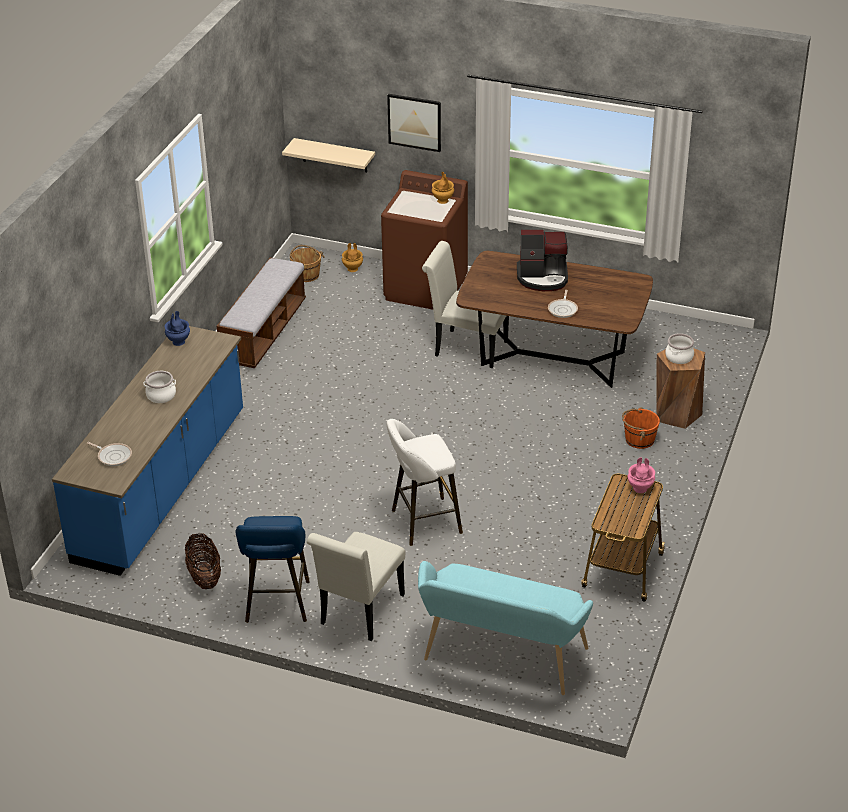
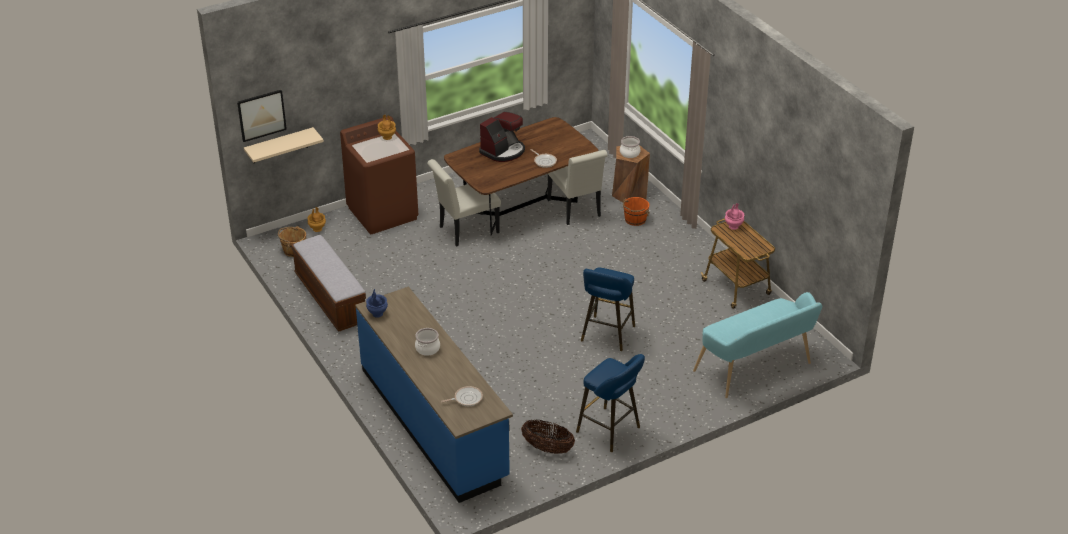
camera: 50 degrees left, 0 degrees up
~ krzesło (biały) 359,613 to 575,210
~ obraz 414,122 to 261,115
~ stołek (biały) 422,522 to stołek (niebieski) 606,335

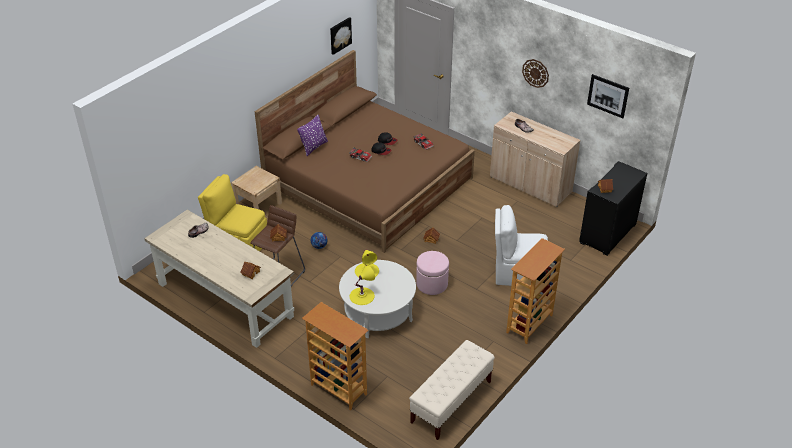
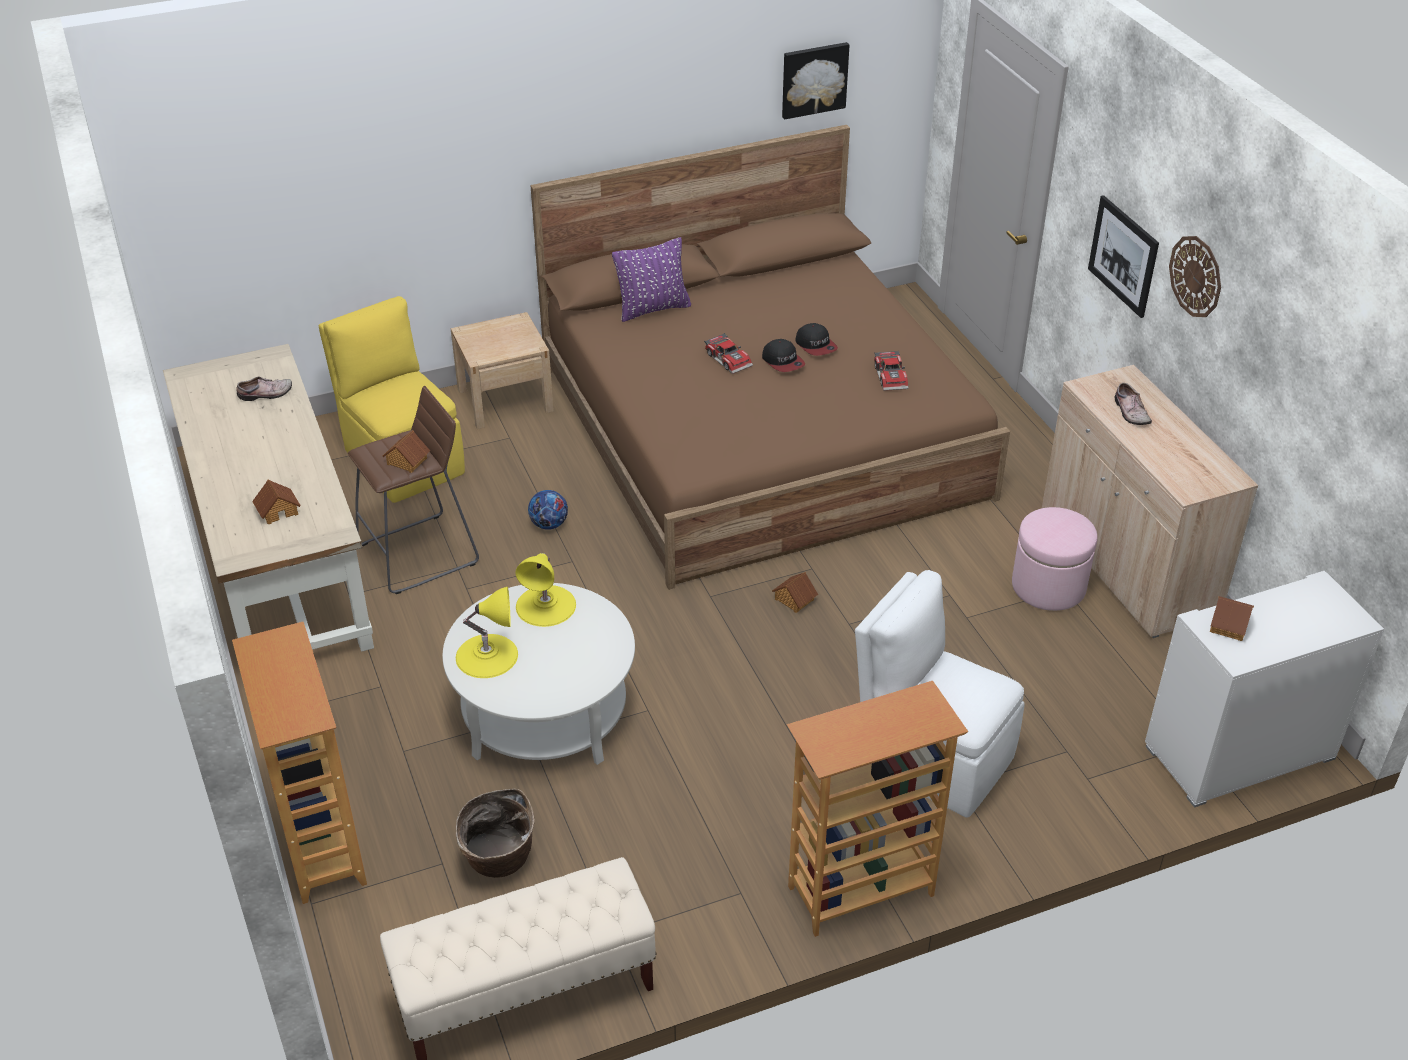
camera: 30 degrees right, 0 degrees up
~ pufa (różowy) 432,284 to 1048,586
~ komoda (czarny) 608,233 to komoda (biały) 1240,753
~ obraz 608,96 to 1123,256
+ koszyk 499,860

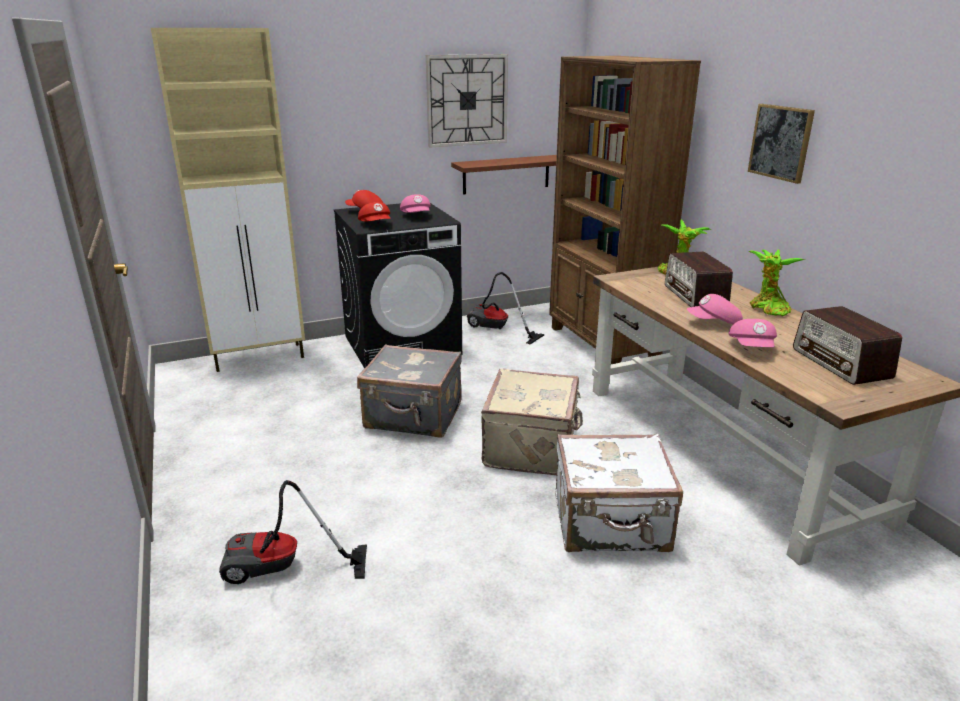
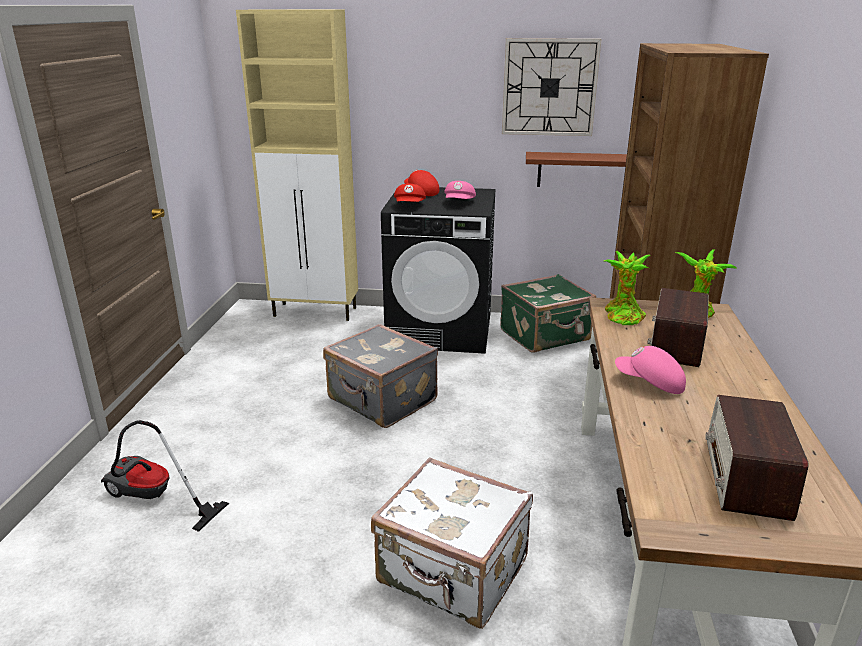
camera: 30 degrees right, 0 degrees up
~ odkurzacz 496,330 to walizka (zielony) 546,336
- walizka (beżowy) 532,447
- czapka z daszkiem (różowy) 752,348
- obraz 781,142
~ roślina doniczkowa 767,309 to 622,316

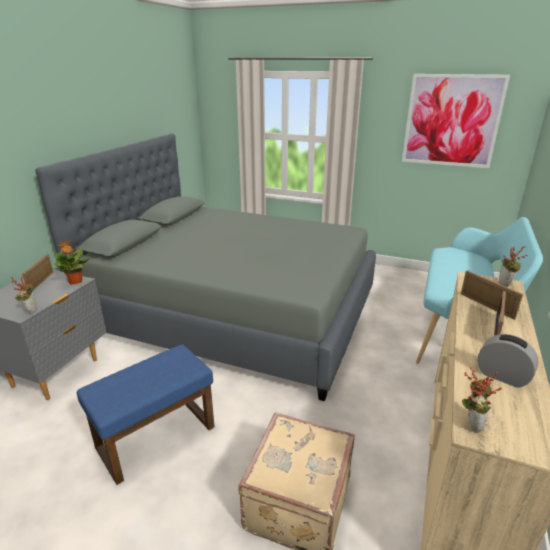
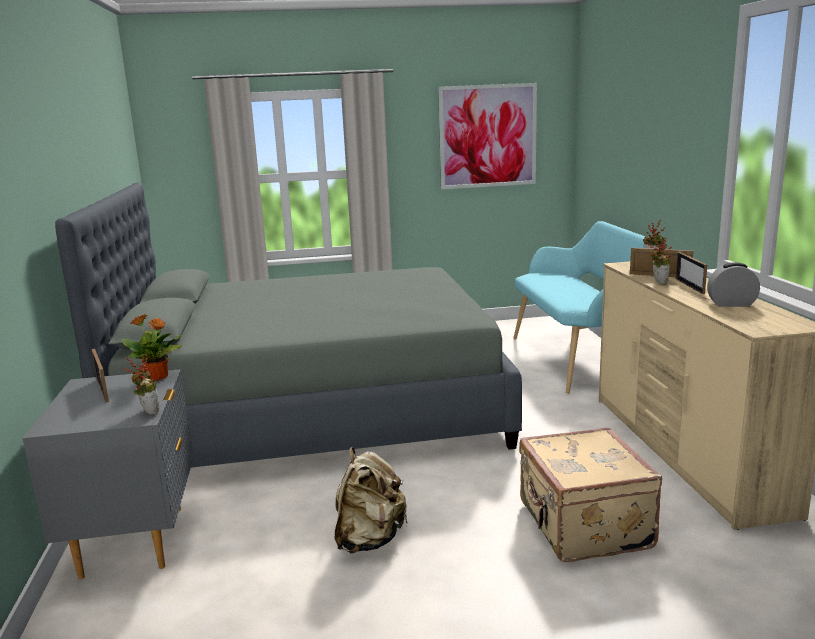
camera: 30 degrees left, 10 degrees down
~ pufa (niebieski) 157,436 to plecak (beżowy) 369,539
~ roślina doniczkowa 471,423 to 658,282

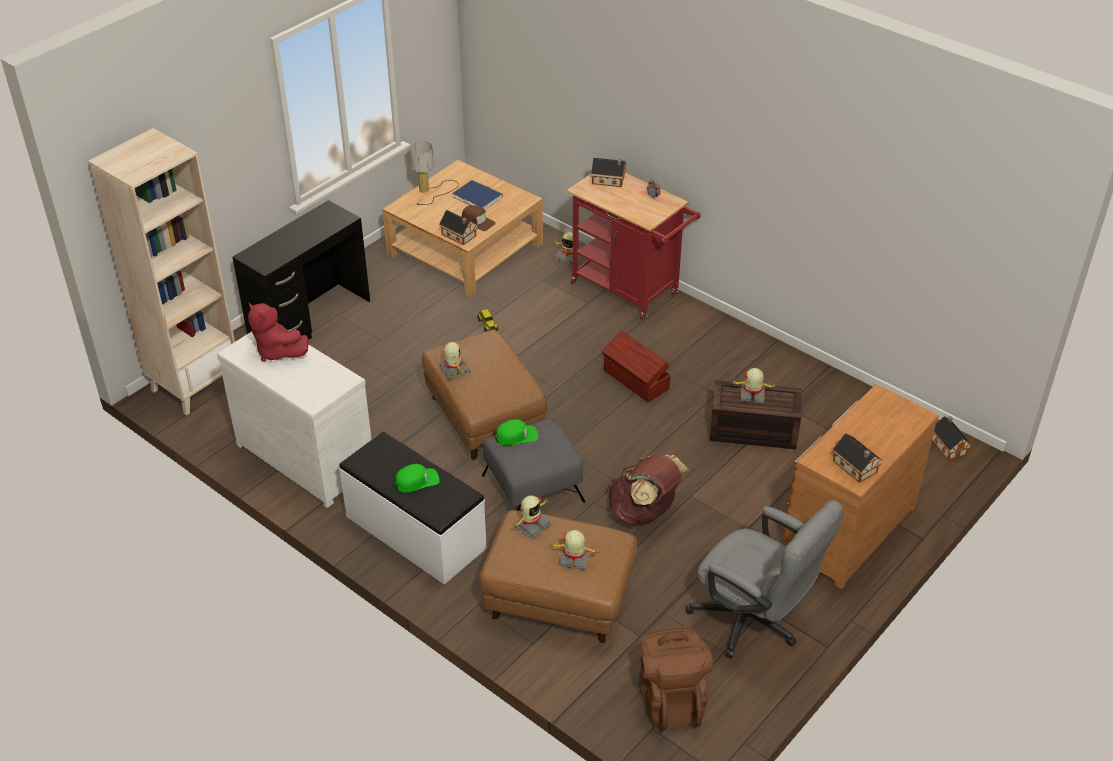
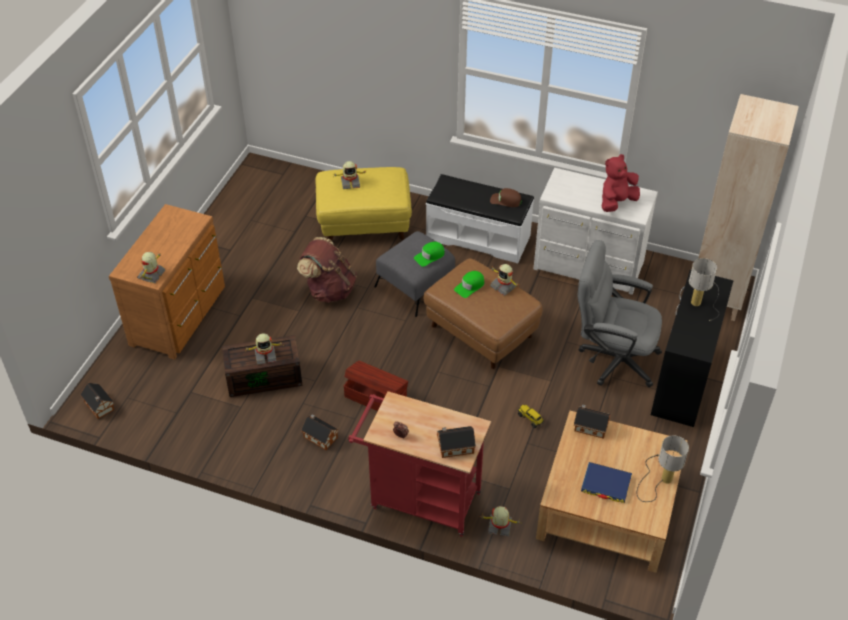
camera: 160 degrees right, 5 degrees up
~ pluszak (czerwony) 277,351 = 616,202 60 degrees counterclockwise
~ czapka z daszkiem (zielony) 416,481 to 470,286
~ czapka z daszkiem (brązowy) 477,221 to 505,201
~ pufa (brązowy) 558,600 to pufa (żółty) 364,222
~ robot zabawkowy 531,525 to 152,275
- plecak (brązowy) 671,698
~ krzesło biurowe (szary) 754,622 to 611,358
~ domek 856,468 to 319,436
+ lampa stołowa 702,301

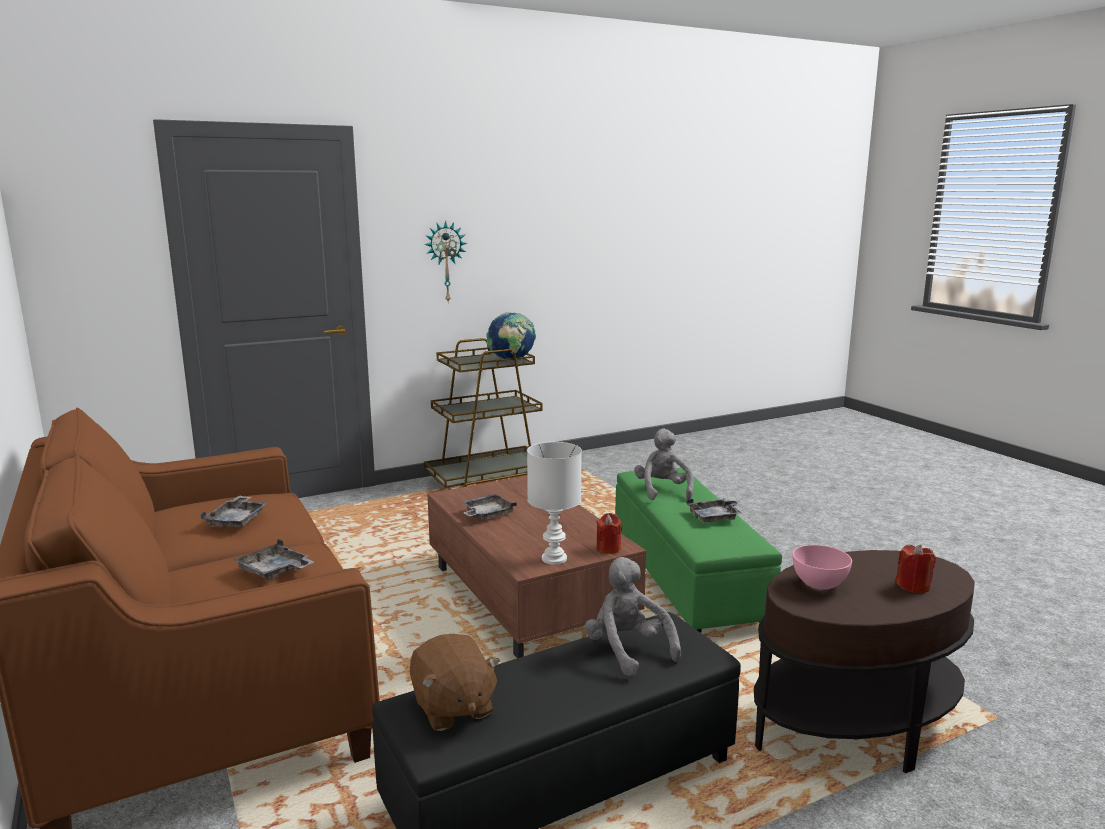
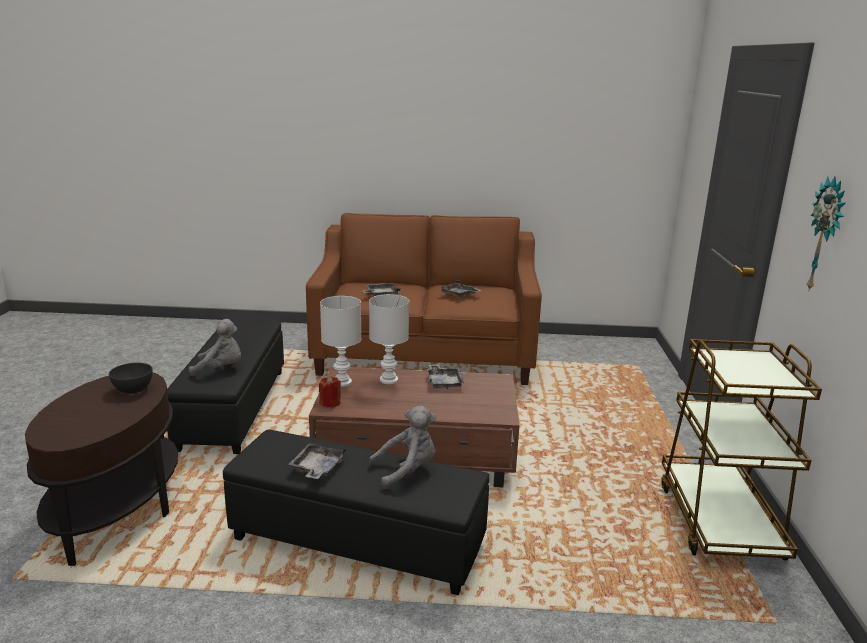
camera: 120 degrees right, 5 degrees up
- pluszak (brązowy) 452,708
- globus 511,361
~ pufa (zielony) 684,580 to pufa (czarny) 358,541
~ pluszak (szary) 662,491 = 407,471 45 degrees counterclockwise
~ miska (różowy) 819,584 to miska (szary) 133,390
- świeca (czerwony) 913,586
+ lampa stołowa (biały) 389,380

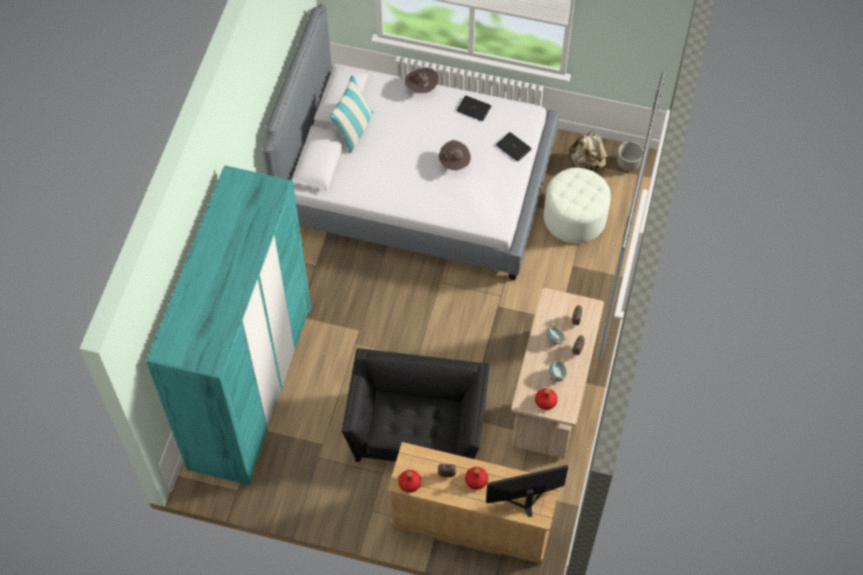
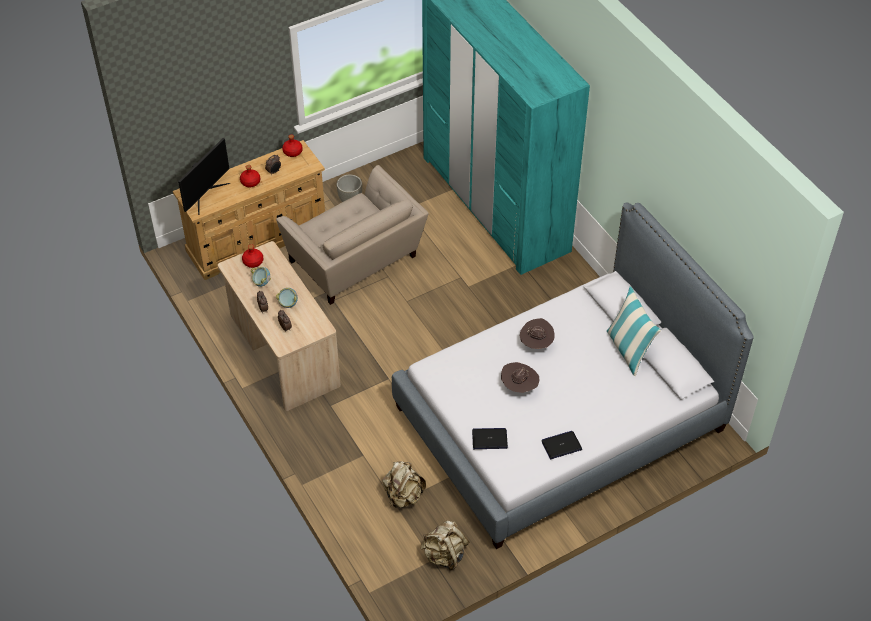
camera: 135 degrees right, 10 degrees down
~ fotel (czarny) 417,428 to fotel (beżowy) 354,261
~ kapelusz (brązowy) 421,88 to 536,343
~ pufa (biały) 574,217 to plecak (beżowy) 403,496
~ donica (szary) 628,165 to 350,199

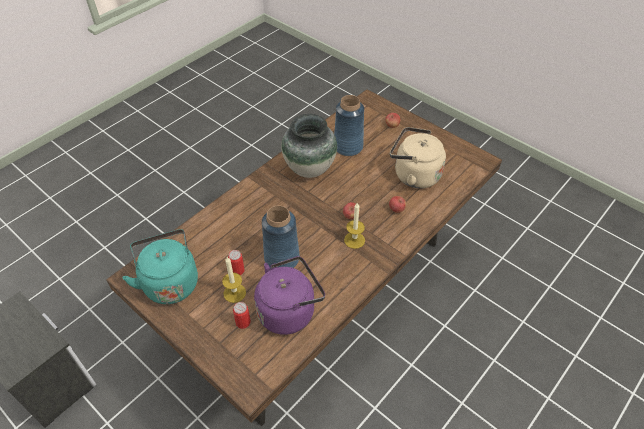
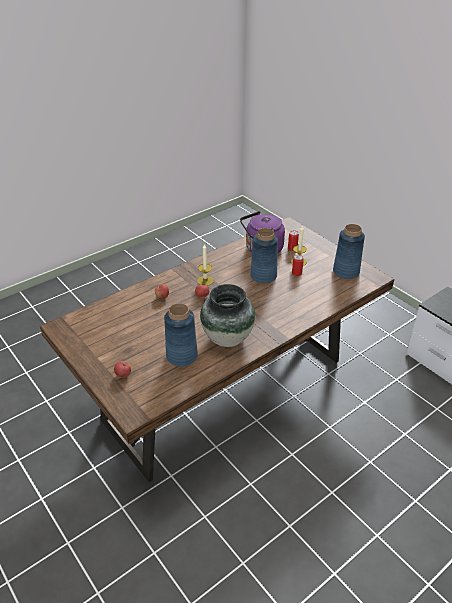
camera: 170 degrees left, 10 degrees down
~ czajnik (turkusowy) 170,282 to wazon (niebieski) 346,272
- czajnik (beżowy) 413,175

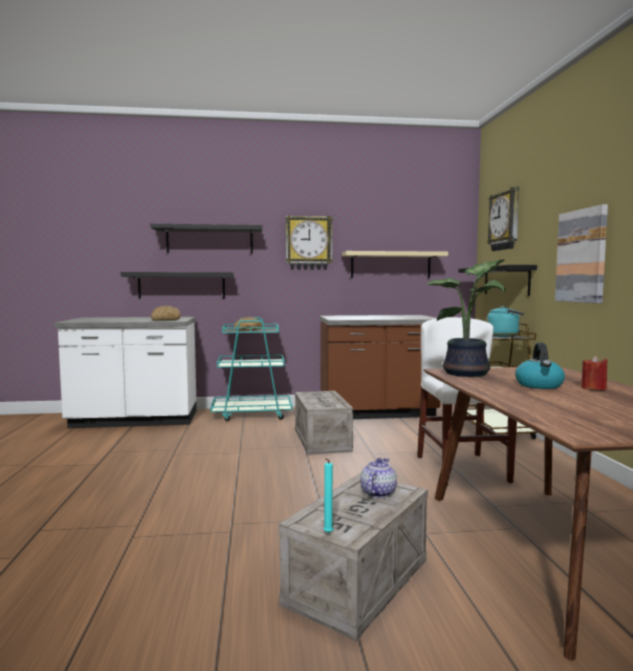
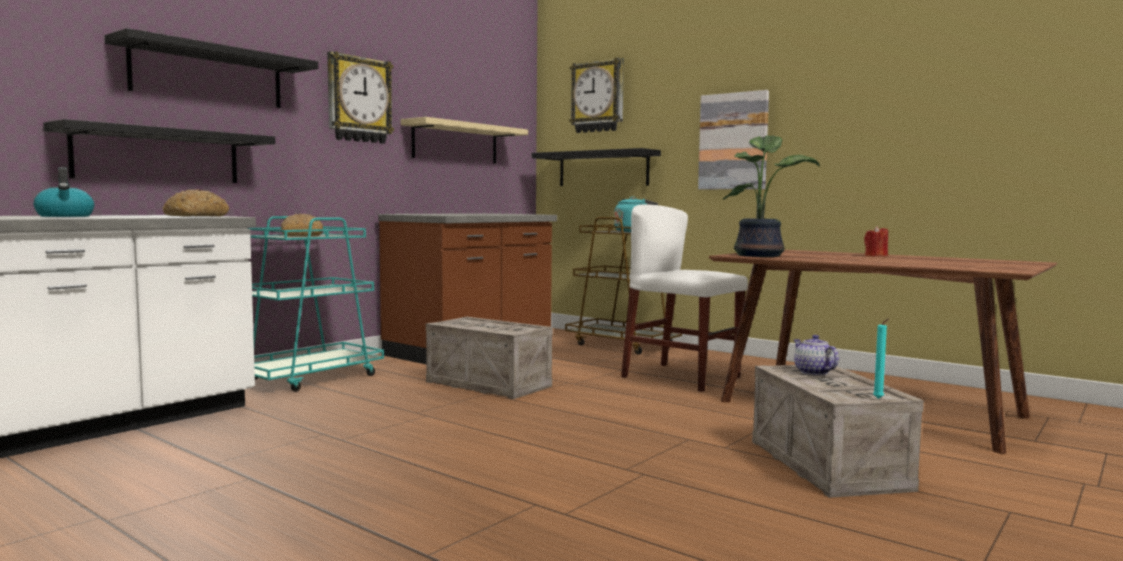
camera: 45 degrees left, 0 degrees up
~ czajnik 539,385 to 65,216

